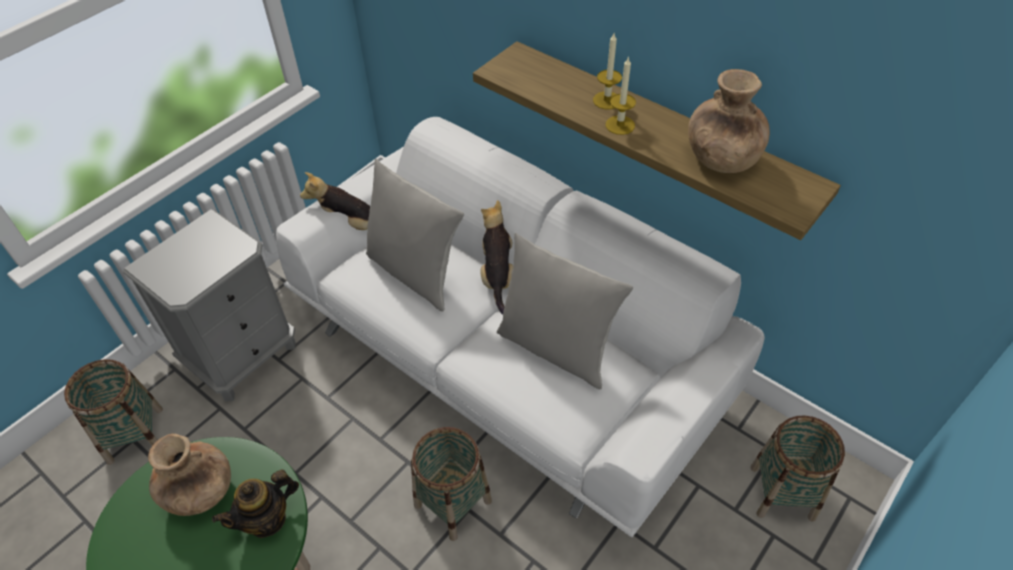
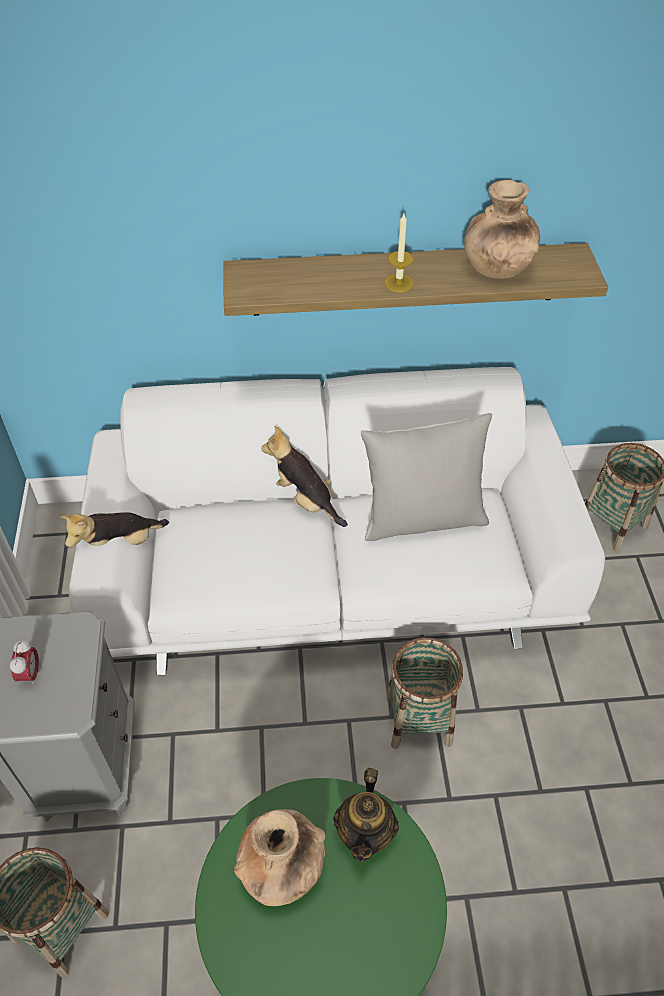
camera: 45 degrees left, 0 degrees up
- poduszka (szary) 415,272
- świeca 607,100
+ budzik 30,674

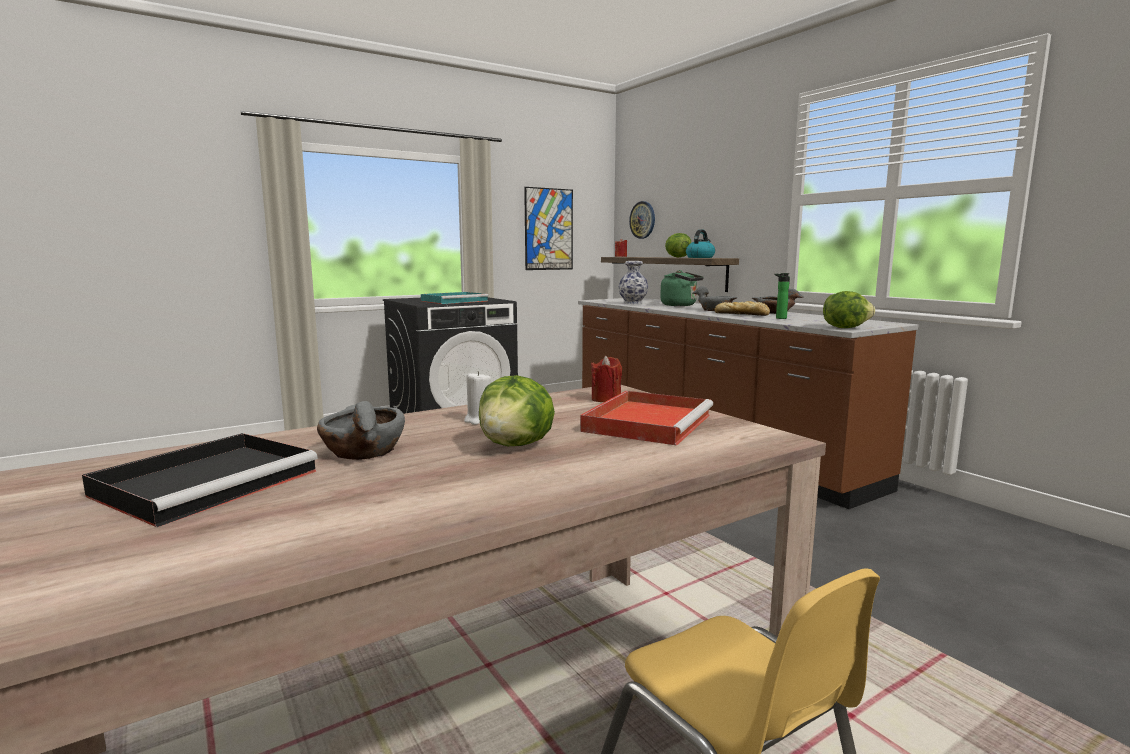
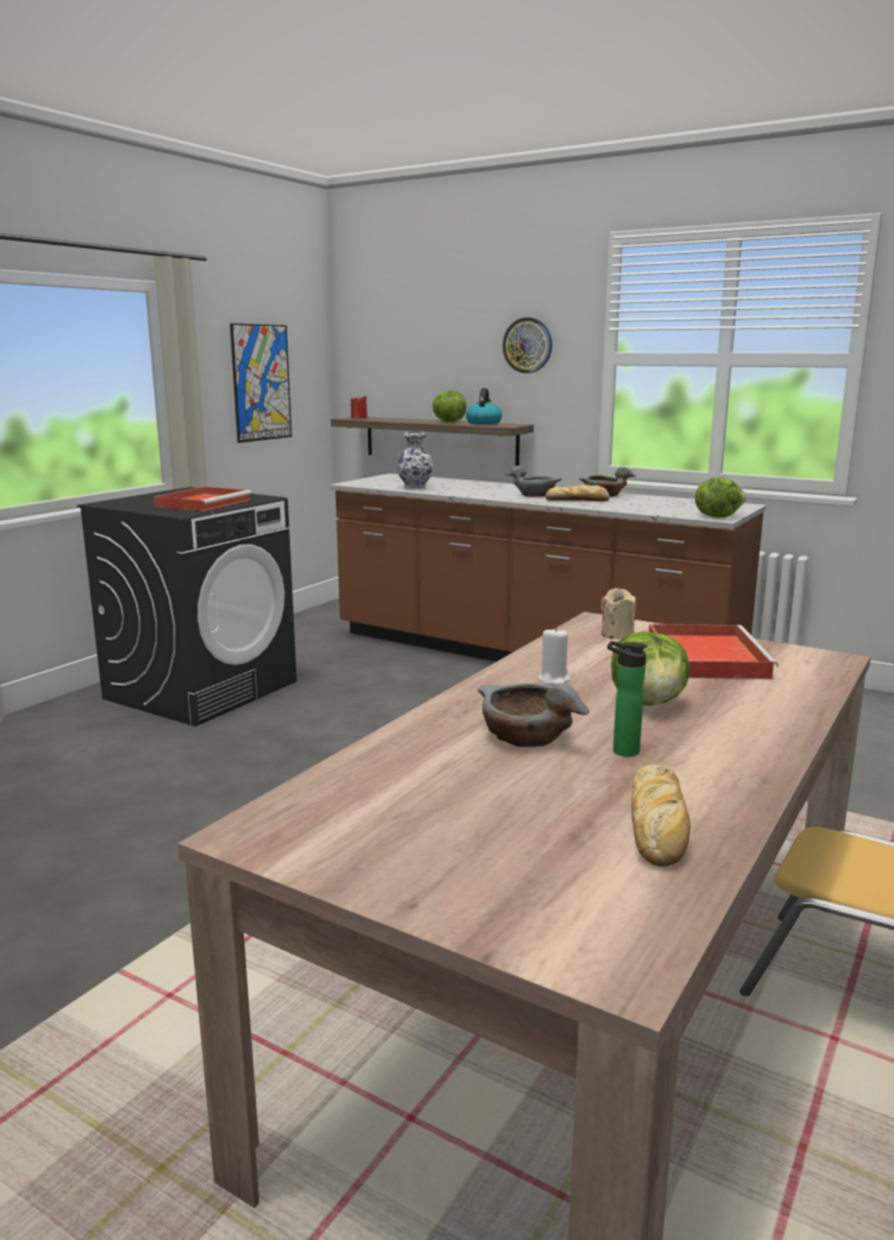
camera: 25 degrees left, 5 degrees up
- taca (czarny) 210,482
~ taca (turkusowy) 455,301 to taca (czerwony) 204,503
~ świeca (czerwony) 606,399 to świeca (beżowy) 617,634
~ zegar ścienny 642,220 to 527,345
- czajnik (zielony) 681,305
~ butelka 779,318 to 621,750
+ chleb 658,826

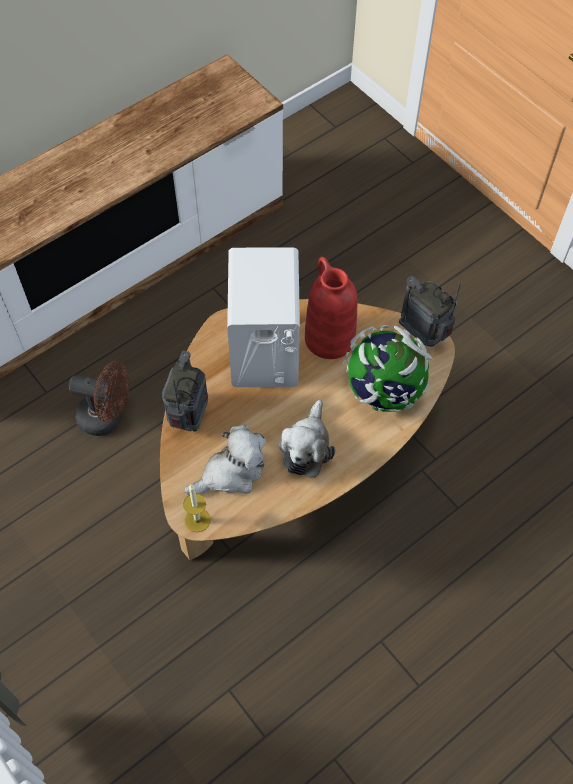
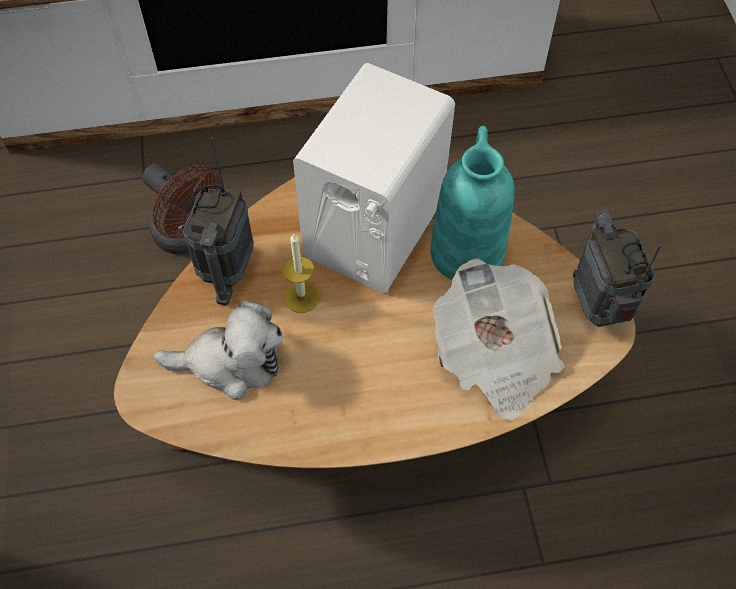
camera: 30 degrees right, 0 degrees up
~ radio 189,418 = 227,268 150 degrees clockwise
~ świeca 197,520 to 301,297
- pluszak 306,447
~ wazon (czerwony) 328,338 to wazon (turkusowy) 466,252
~ globus 383,392 to gazeta 495,356

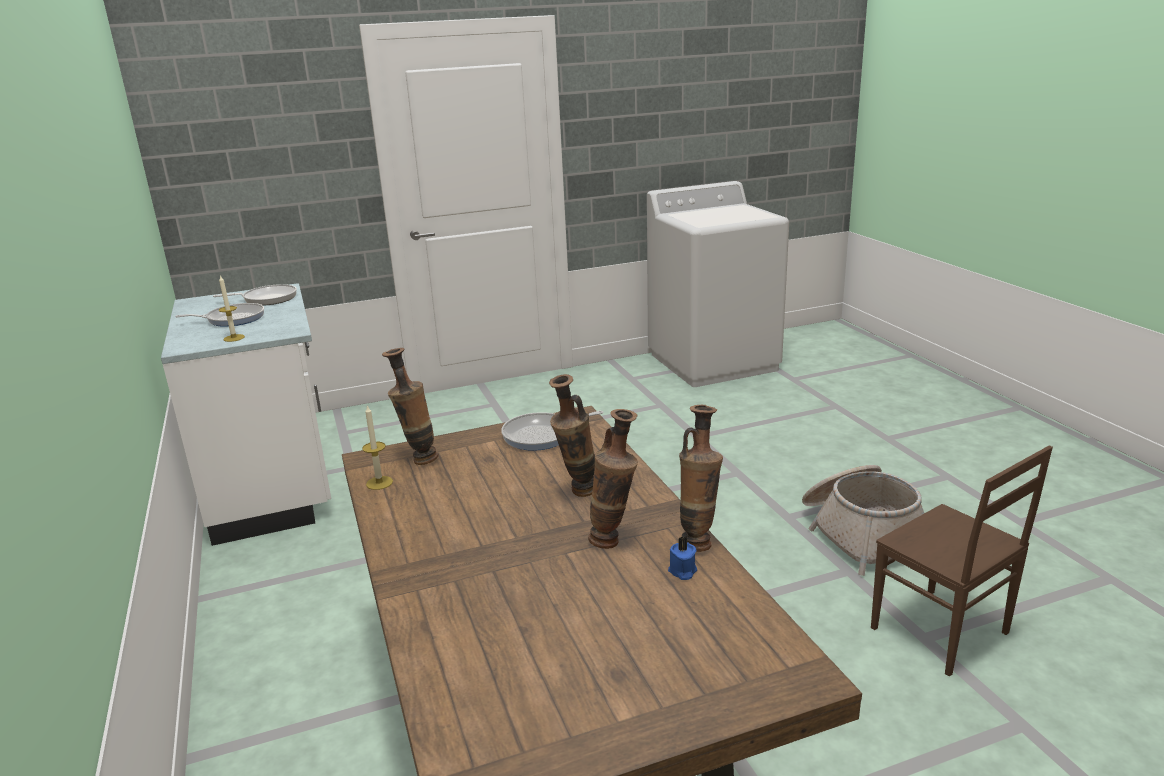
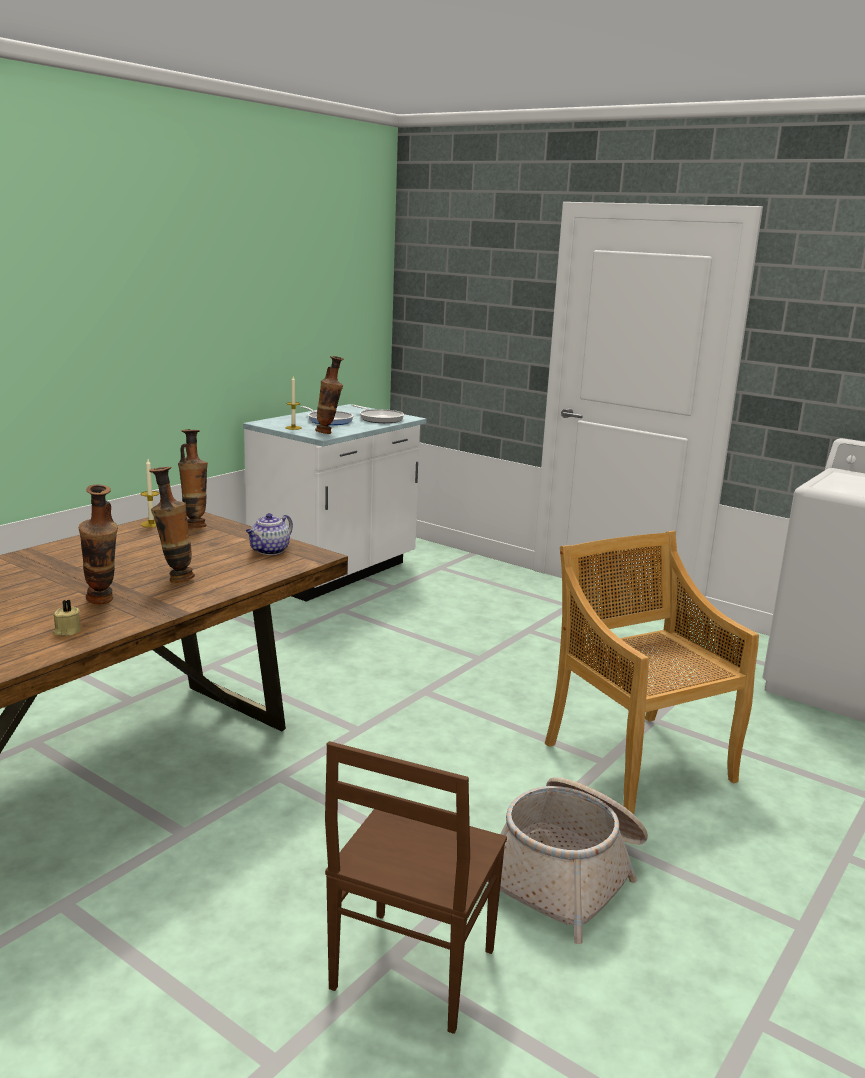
camera: 55 degrees right, 5 degrees down
~ patelnia 542,435 to imbryk 269,551
~ świeca (niebieski) 682,571 to świeca (beżowy) 67,631
~ wazon 698,541 to 329,433
+ krzesło (beżowy) 636,760

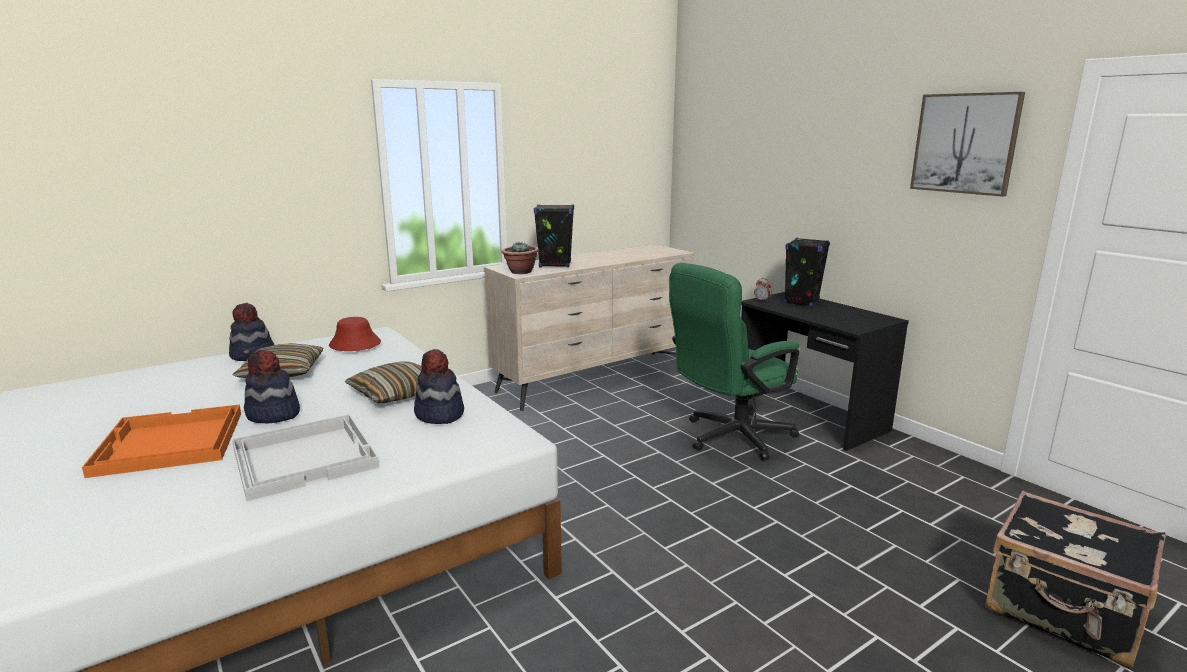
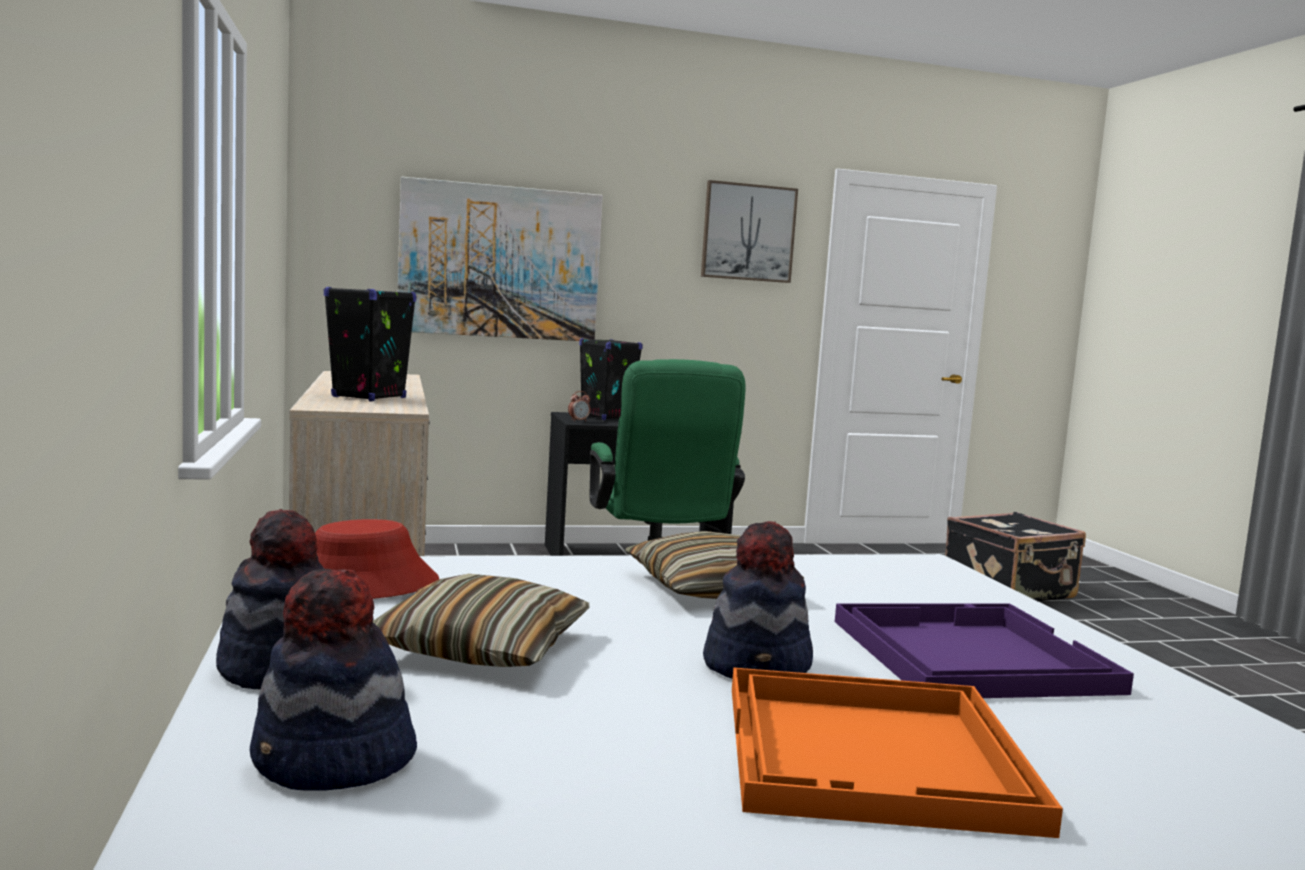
camera: 70 degrees left, 10 degrees down
~ taca (biały) 305,457 to taca (fioletowy) 967,654
~ kapelusz 439,414 to 333,762
- roślina doniczkowa 520,272
+ obraz 500,262

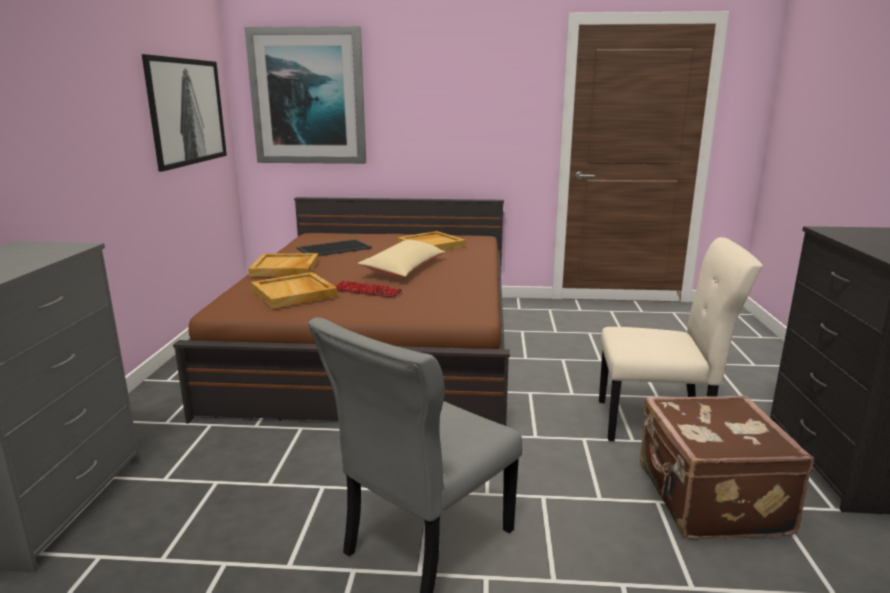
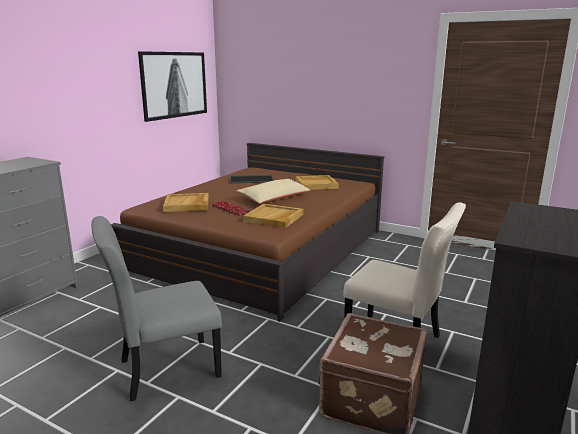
camera: 25 degrees right, 0 degrees up
- obraz 308,97
~ taca (beżowy) 285,268 to 274,218

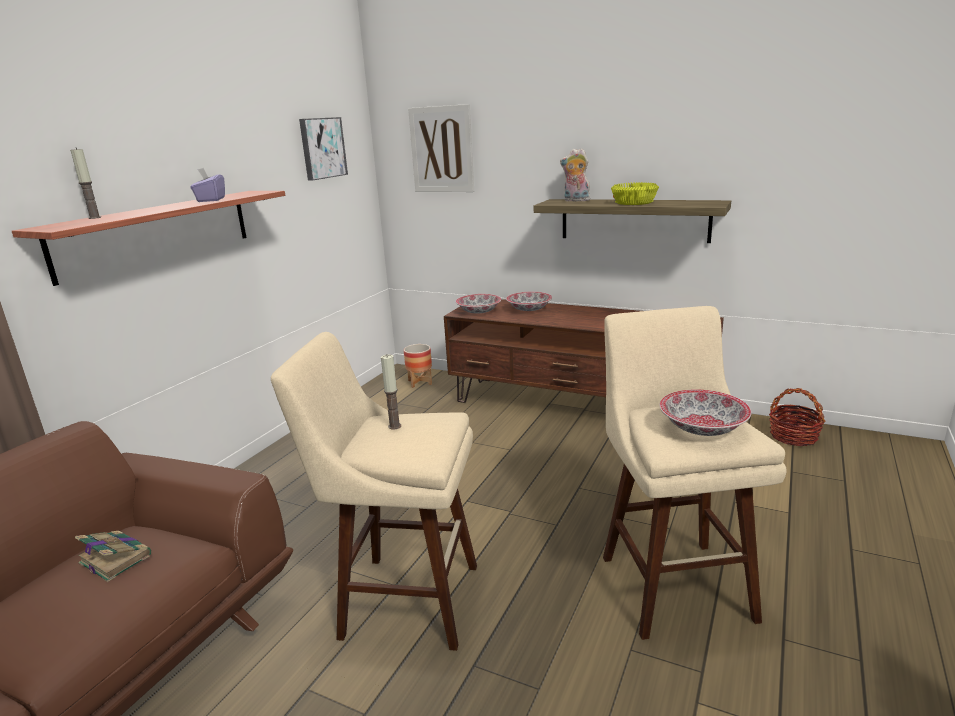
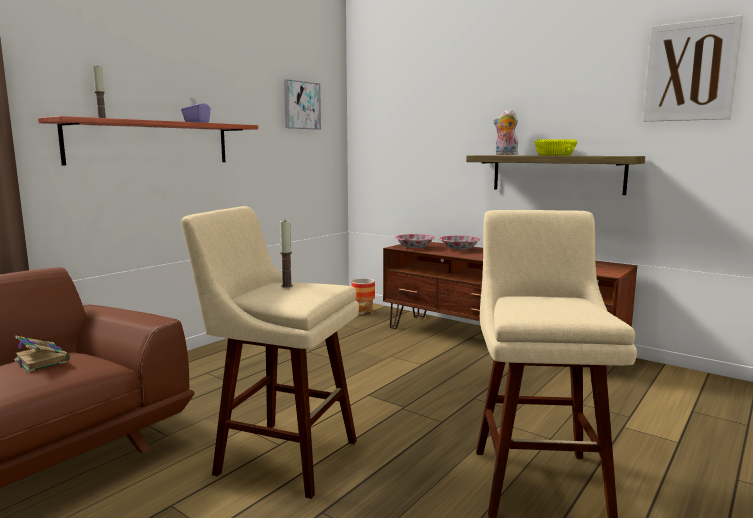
camera: 10 degrees right, 10 degrees down
~ obraz 442,149 to 690,71
- miska 701,427
- koszyk 793,436

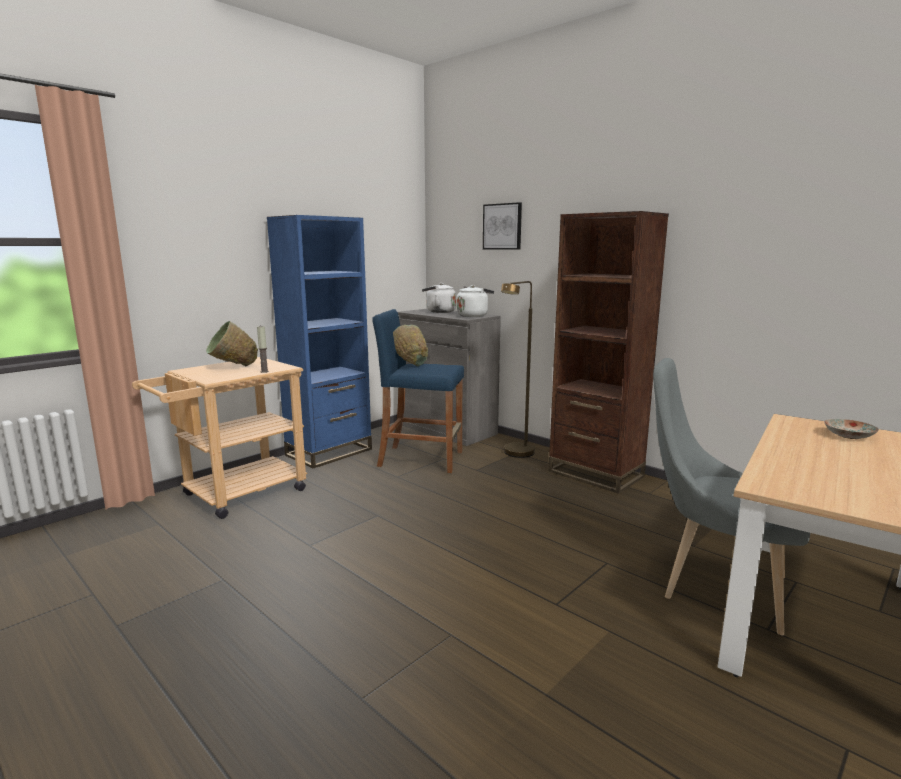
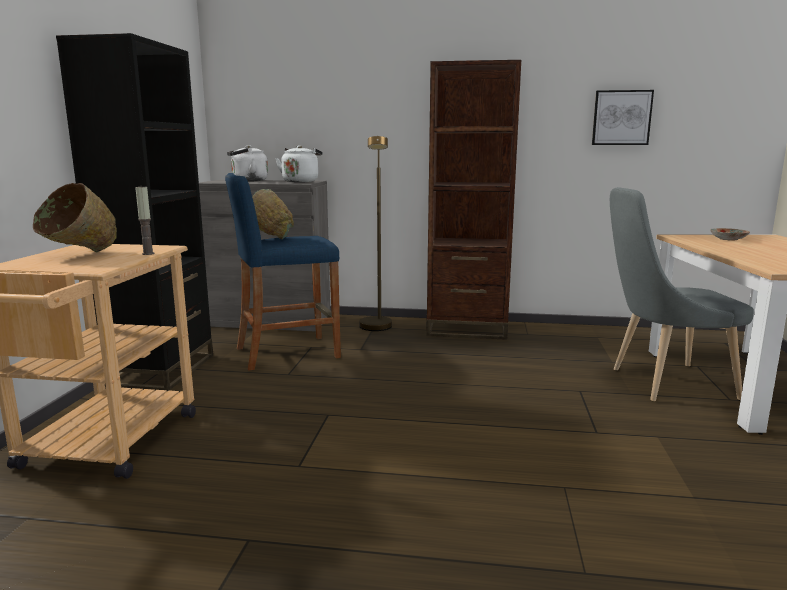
camera: 35 degrees left, 0 degrees up
~ miska (zielony) 232,368 to miska (brązowy) 82,256
~ regał (niebieski) 329,452 to regał (czarny) 162,370
~ obraz 502,226 to 621,118

